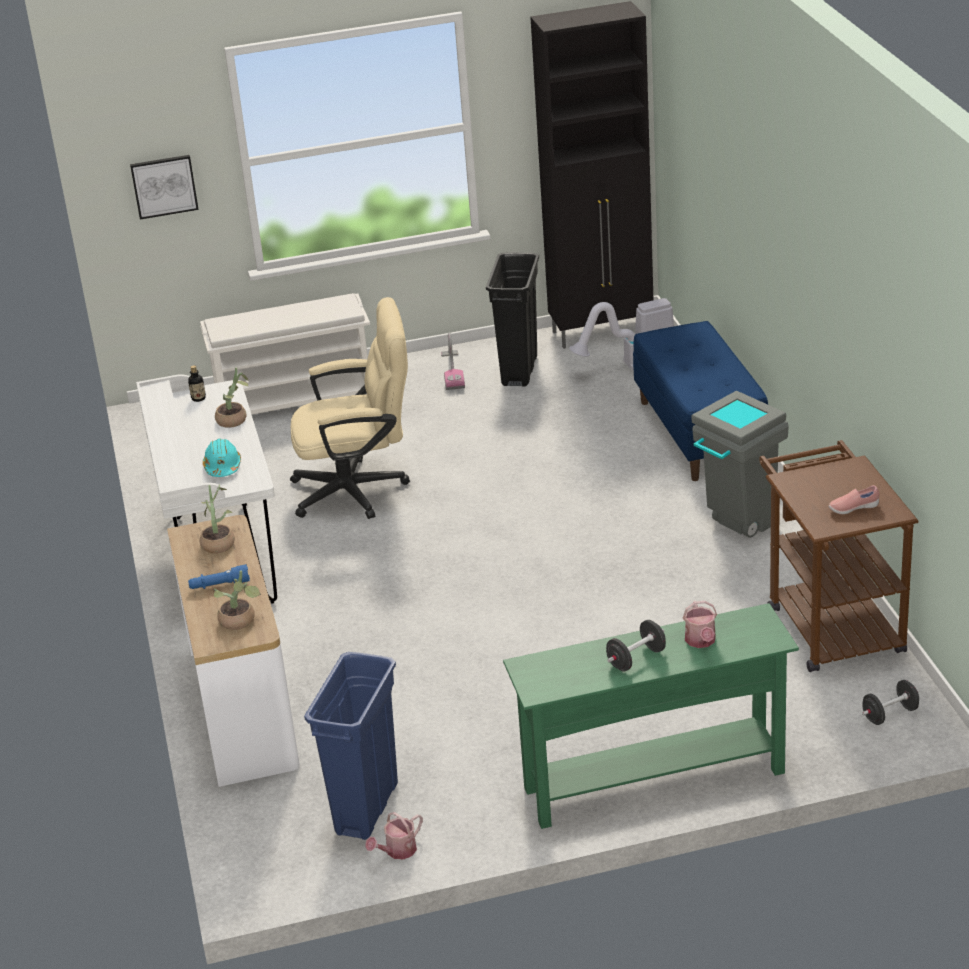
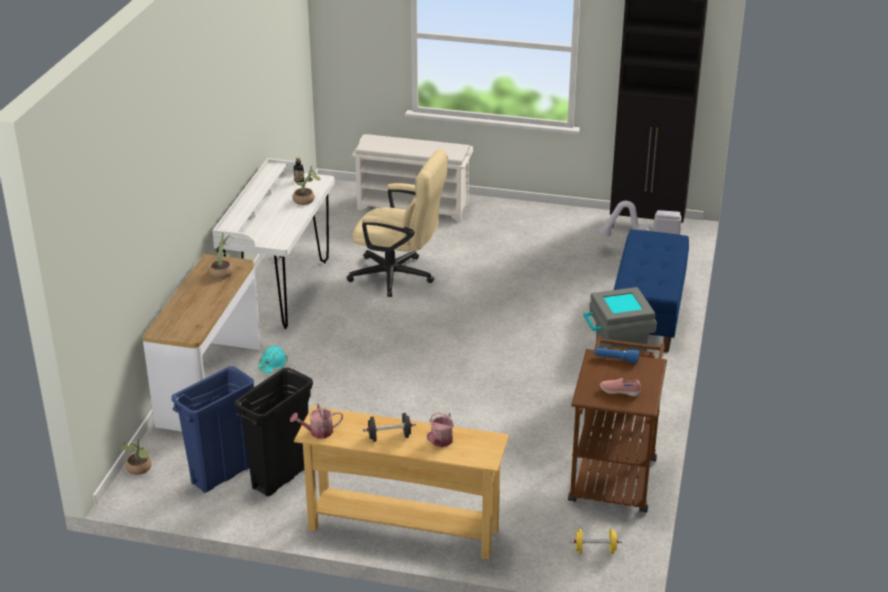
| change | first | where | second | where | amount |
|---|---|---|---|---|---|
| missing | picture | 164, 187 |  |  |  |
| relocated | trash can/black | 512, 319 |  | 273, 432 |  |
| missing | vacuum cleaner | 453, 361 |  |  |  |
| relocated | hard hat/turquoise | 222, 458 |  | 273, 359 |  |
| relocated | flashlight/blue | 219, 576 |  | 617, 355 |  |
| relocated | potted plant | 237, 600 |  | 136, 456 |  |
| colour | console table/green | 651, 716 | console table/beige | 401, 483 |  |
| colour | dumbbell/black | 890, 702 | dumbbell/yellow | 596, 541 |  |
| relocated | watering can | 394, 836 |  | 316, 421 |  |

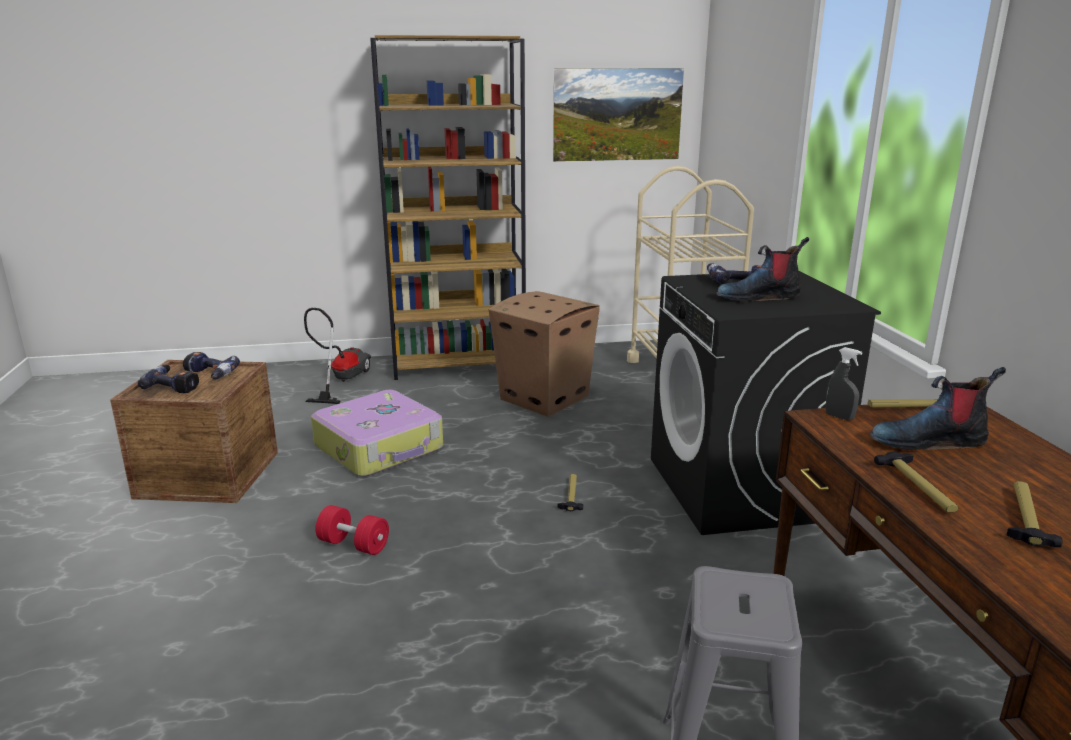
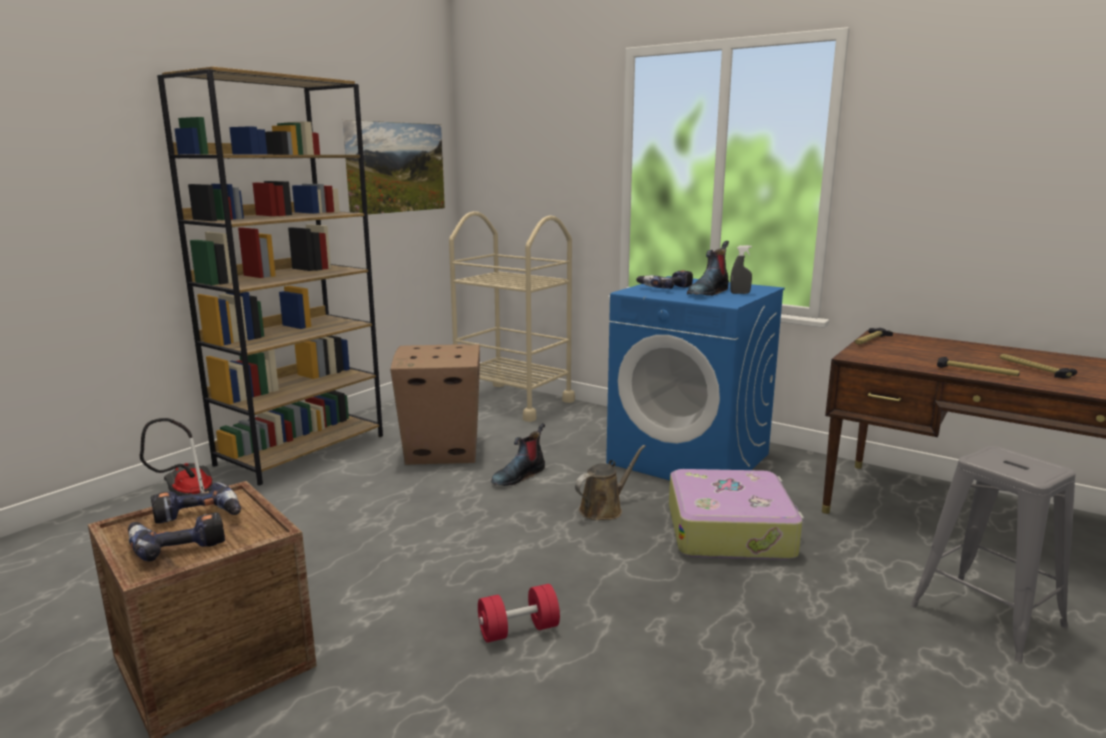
| change | first | where | second | where | amount |
|---|---|---|---|---|---|
| colour | washing machine/black | 766, 402 | washing machine/blue | 695, 378 |  |
| relocated | spray bottle/grey | 844, 384 |  | 741, 269 |  |
| relocated | boot | 938, 408 |  | 518, 454 |  |
| relocated | suitcase | 377, 433 |  | 736, 514 |  |
| exchanged | hammer | 570, 492 | watering can/brown | 610, 482 |  |

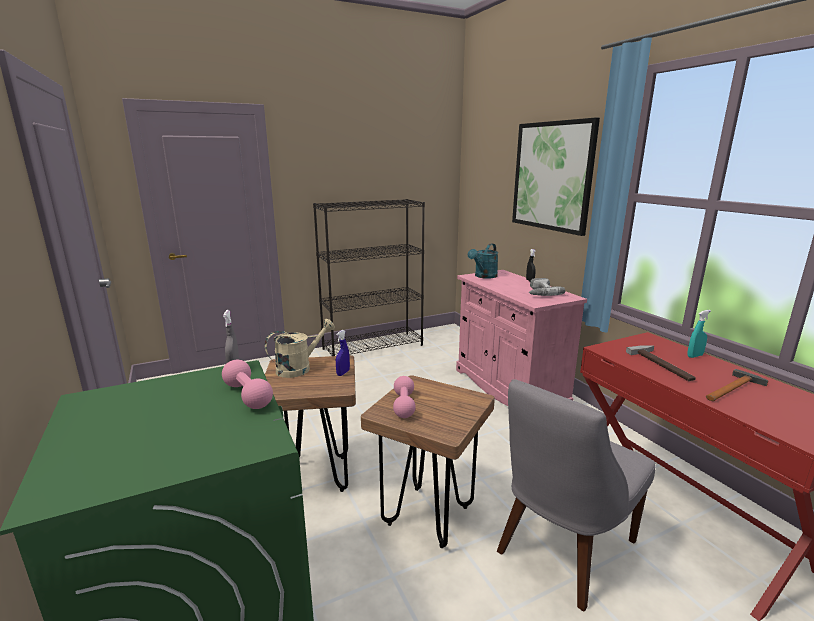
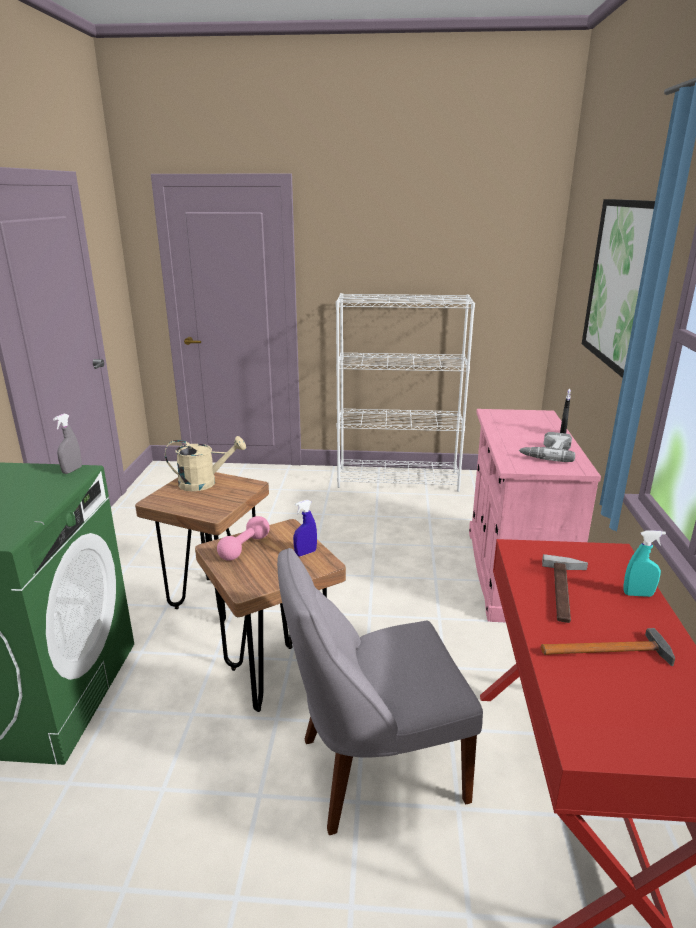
| change | first | where | second | where | amount |
|---|---|---|---|---|---|
| colour | bookcase/black | 369, 277 | bookcase/white | 405, 392 |  |
| missing | watering can/turquoise | 483, 261 |  |  |  |
| relocated | spray bottle/blue | 343, 353 |  | 305, 528 |  |
| missing | dumbbell/pink | 247, 384 |  |  |  |

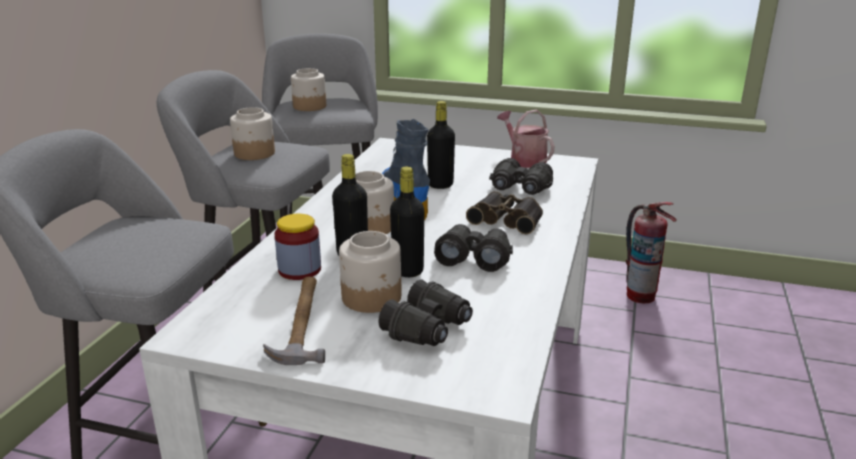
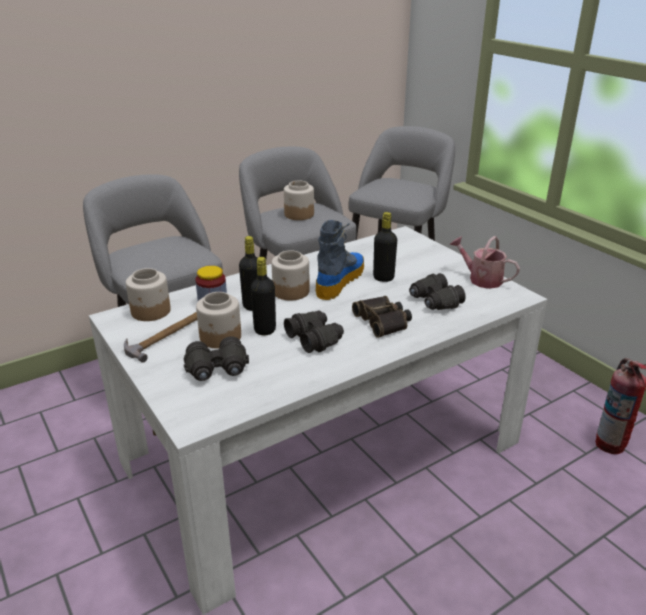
| change | first | where | second | where | amount |
|---|---|---|---|---|---|
| relocated | jar | 308, 89 |  | 148, 294 |  |
| spun | watering can | 526, 139 |  | 484, 262 | 60 degrees counterclockwise |

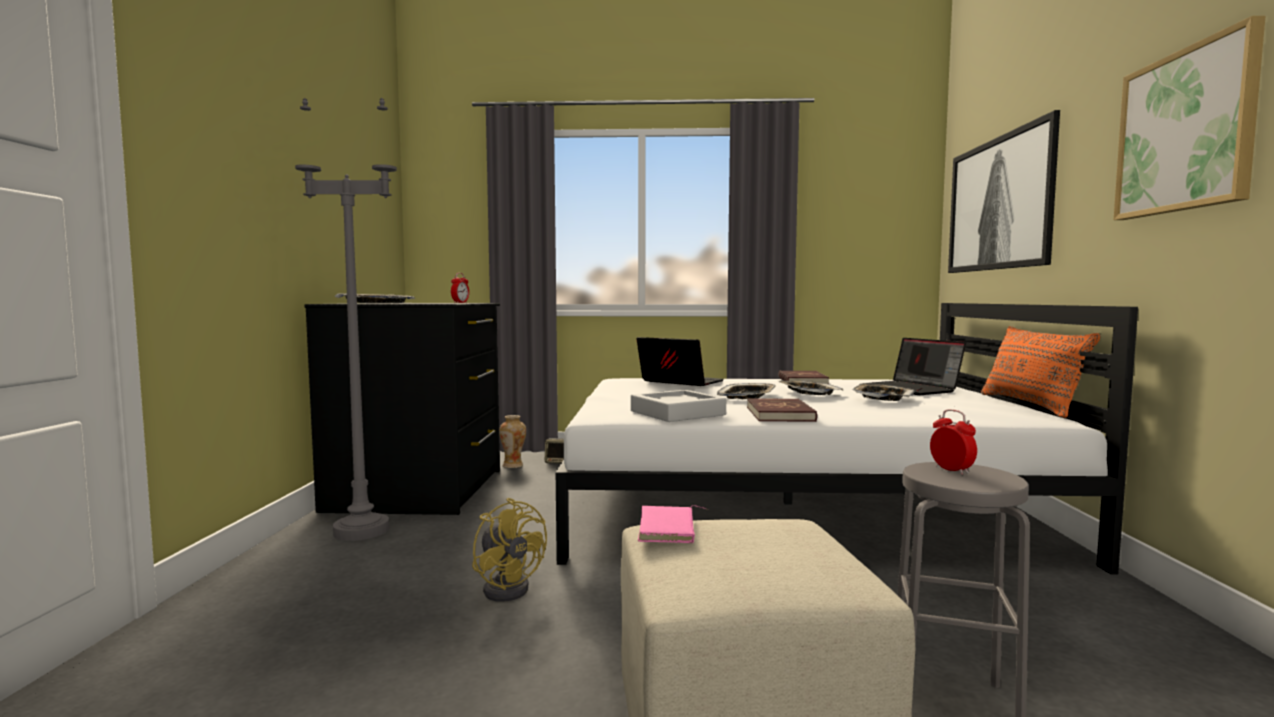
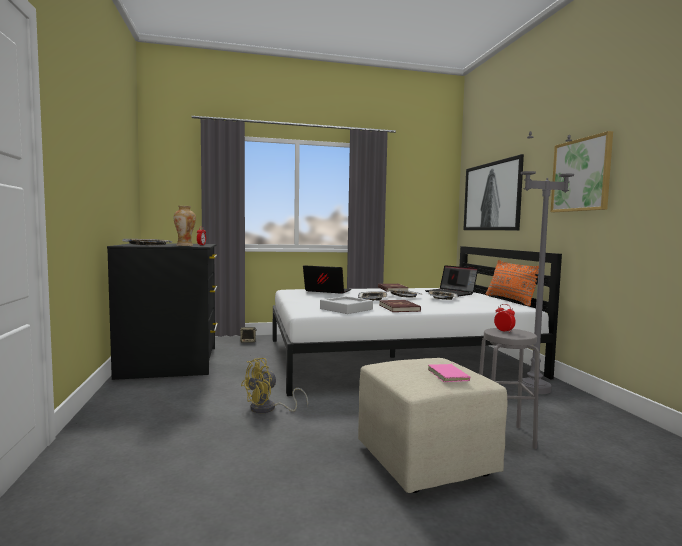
| change | first | where | second | where | amount |
|---|---|---|---|---|---|
| relocated | floor lamp/grey | 346, 319 |  | 547, 262 |  |
| relocated | vase | 512, 441 |  | 185, 226 |  |
| spun | fan/yellow | 509, 550 |  | 274, 385 | 105 degrees clockwise |
| relocated | book/pink | 673, 524 |  | 449, 372 |  |

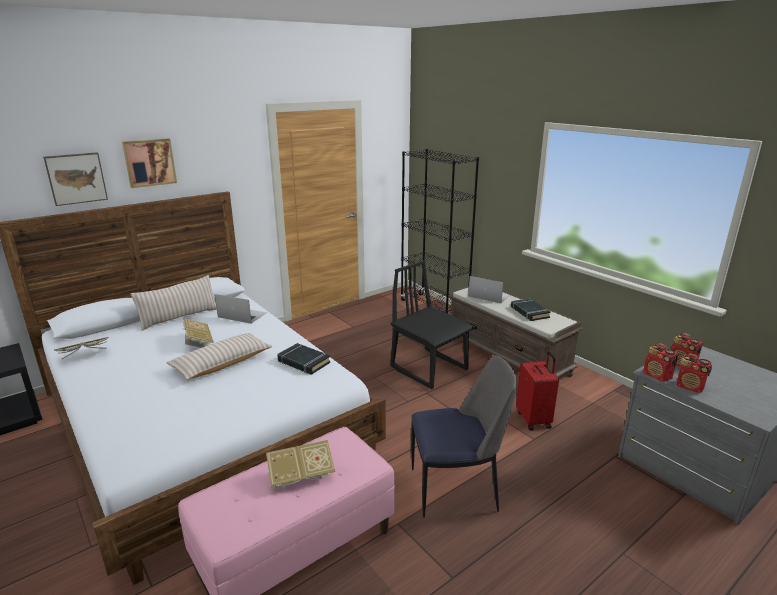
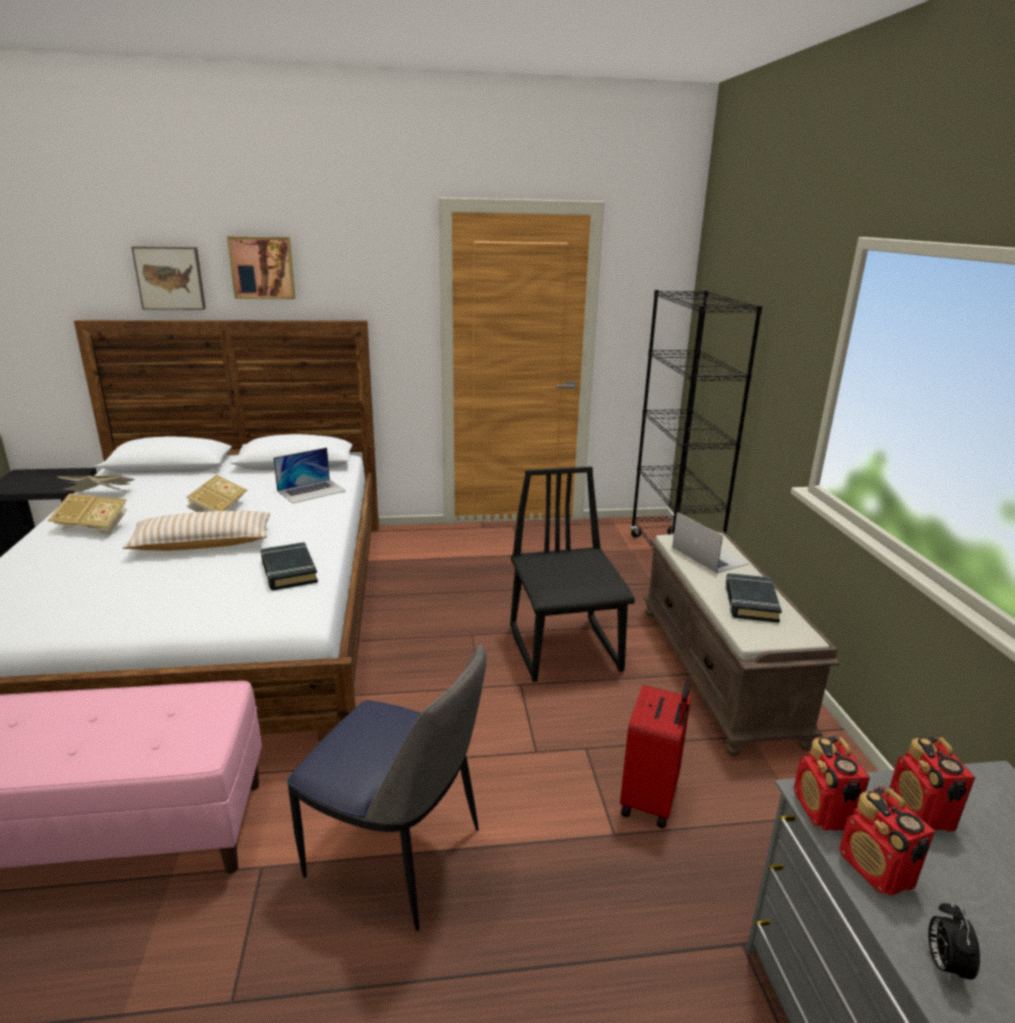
| change | first | where | second | where | amount |
|---|---|---|---|---|---|
| missing | pillow/beige | 173, 303 |  |  |  |
| spun | laptop | 240, 309 |  | 309, 476 | 90 degrees clockwise |
| relocated | book | 300, 464 |  | 88, 514 |  |
| appeared |  |  | alarm clock | 954, 943 |  |

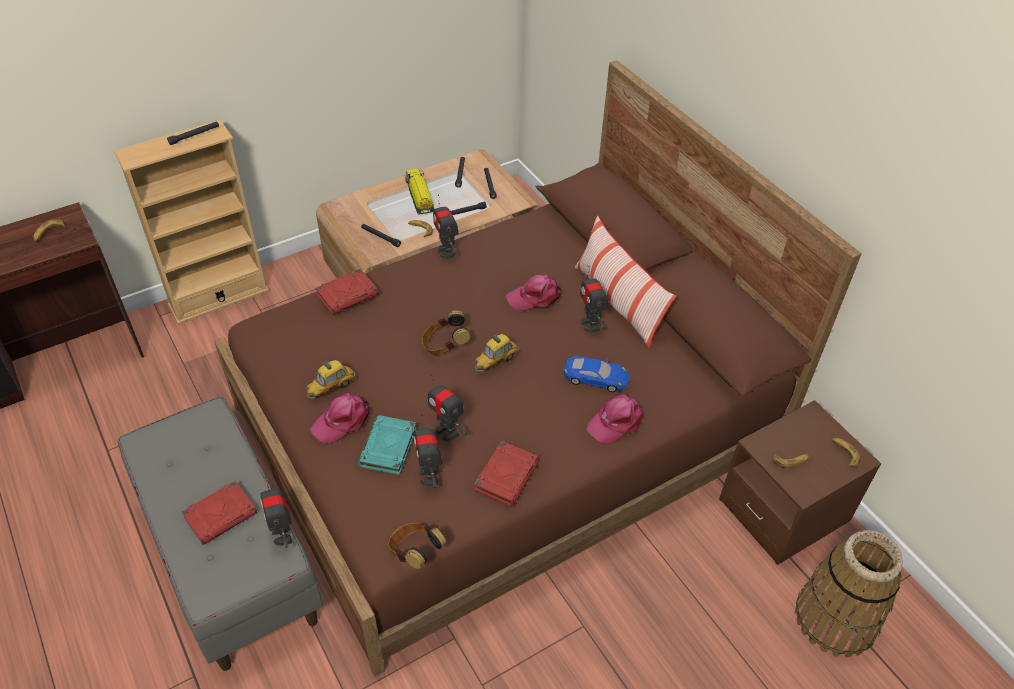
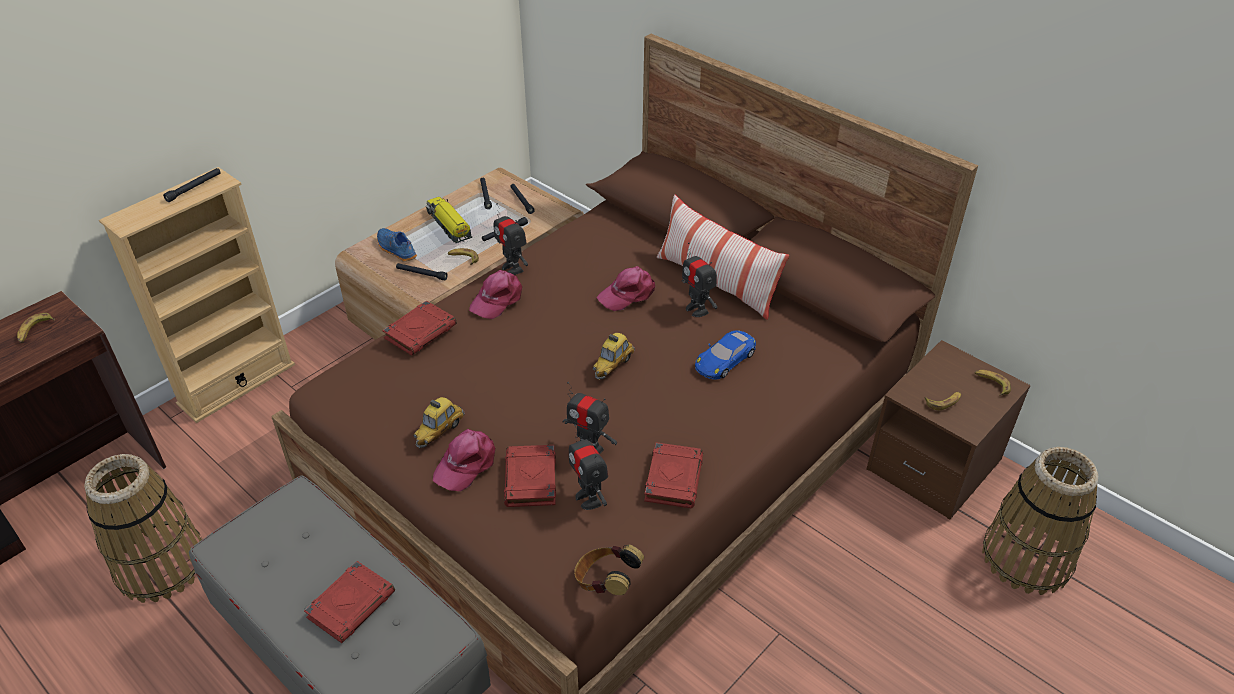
| change | first | where | second | where | amount |
|---|---|---|---|---|---|
| missing | headphones | 446, 332 |  |  |  |
| spun | toy car/blue | 596, 374 |  | 725, 355 | 135 degrees clockwise |
| relocated | cap/pink | 614, 419 |  | 495, 294 |  |
| colour | book/turquoise | 387, 445 | book/red | 530, 476 |  |
| missing | toy robot | 276, 512 |  |  |  |
| appeared |  |  | shoe/blue | 397, 245 |  |
| appeared |  |  | basket | 143, 528 |  |

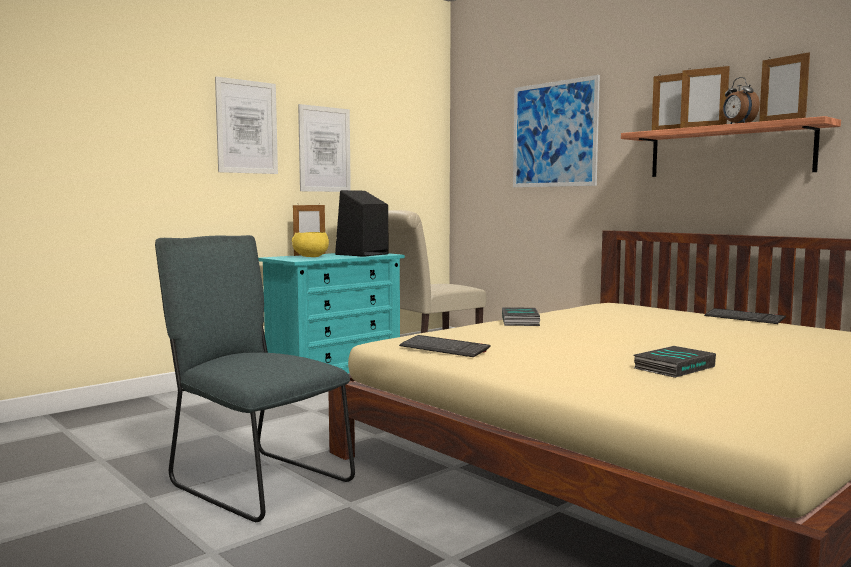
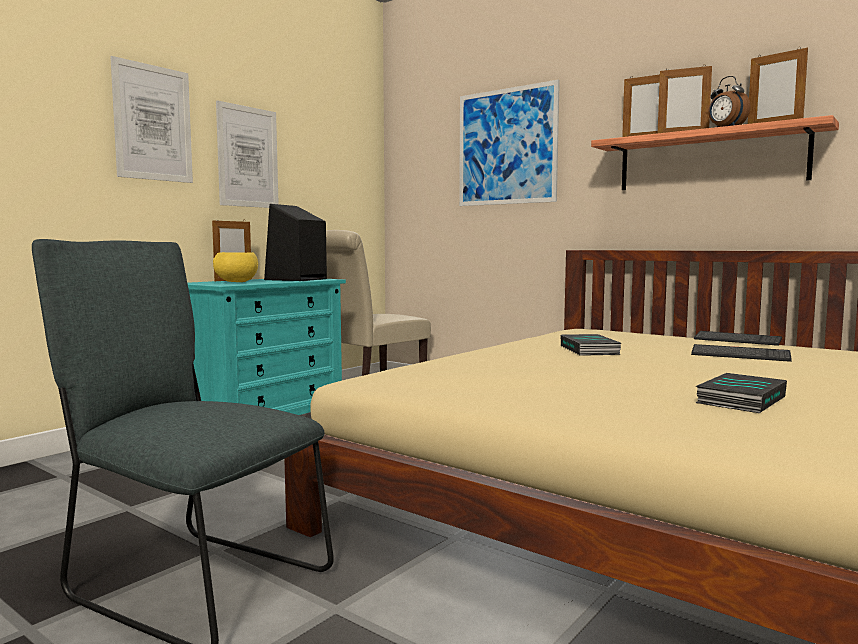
| change | first | where | second | where | amount |
|---|---|---|---|---|---|
| relocated | book | 521, 316 |  | 591, 345 |  |
| relocated | keyboard | 444, 346 |  | 741, 353 |  |

